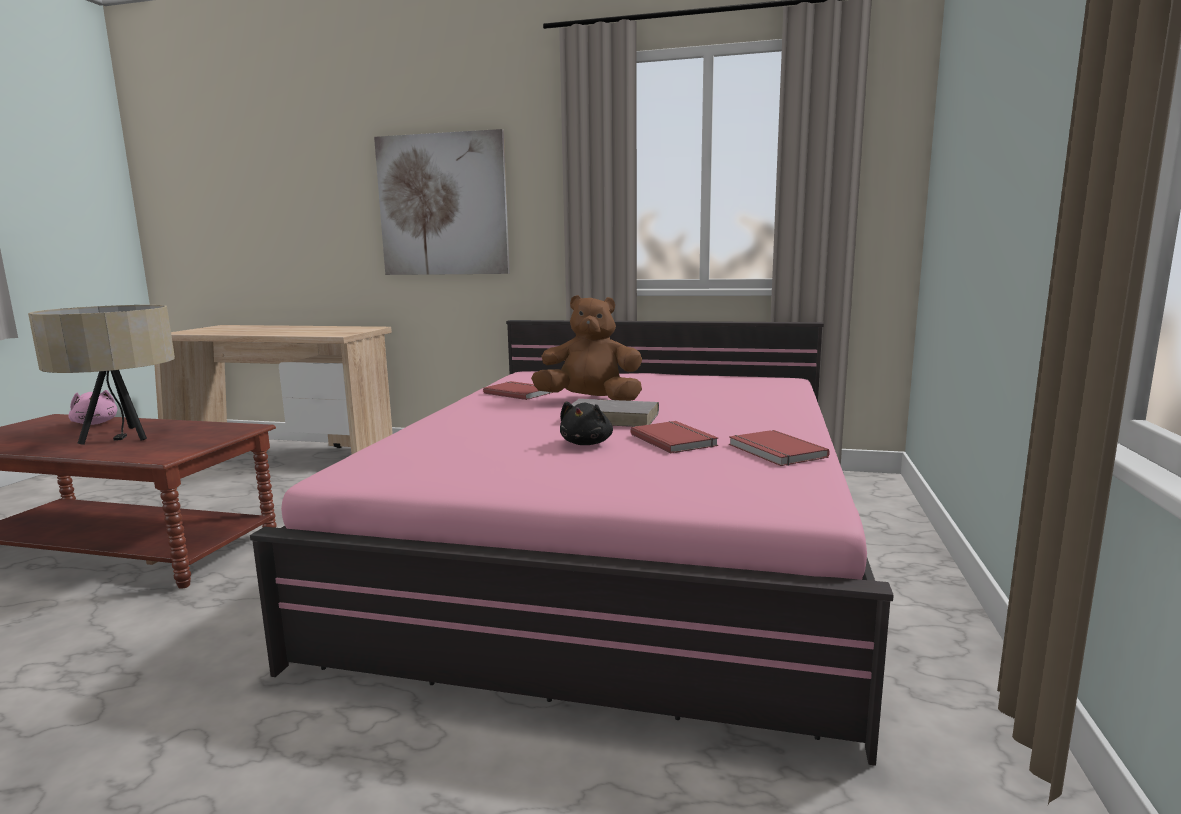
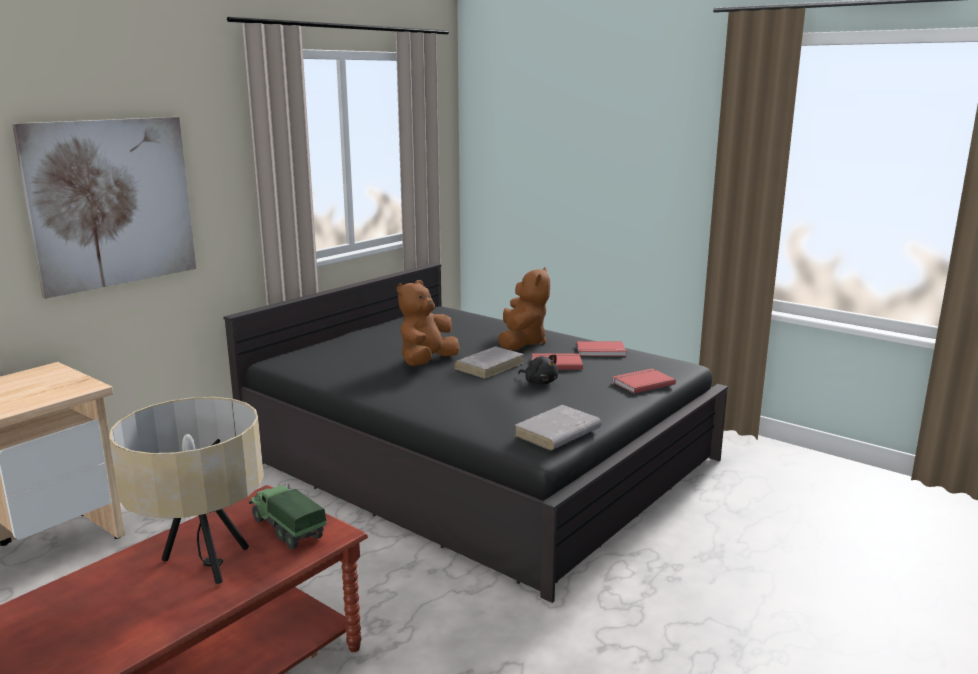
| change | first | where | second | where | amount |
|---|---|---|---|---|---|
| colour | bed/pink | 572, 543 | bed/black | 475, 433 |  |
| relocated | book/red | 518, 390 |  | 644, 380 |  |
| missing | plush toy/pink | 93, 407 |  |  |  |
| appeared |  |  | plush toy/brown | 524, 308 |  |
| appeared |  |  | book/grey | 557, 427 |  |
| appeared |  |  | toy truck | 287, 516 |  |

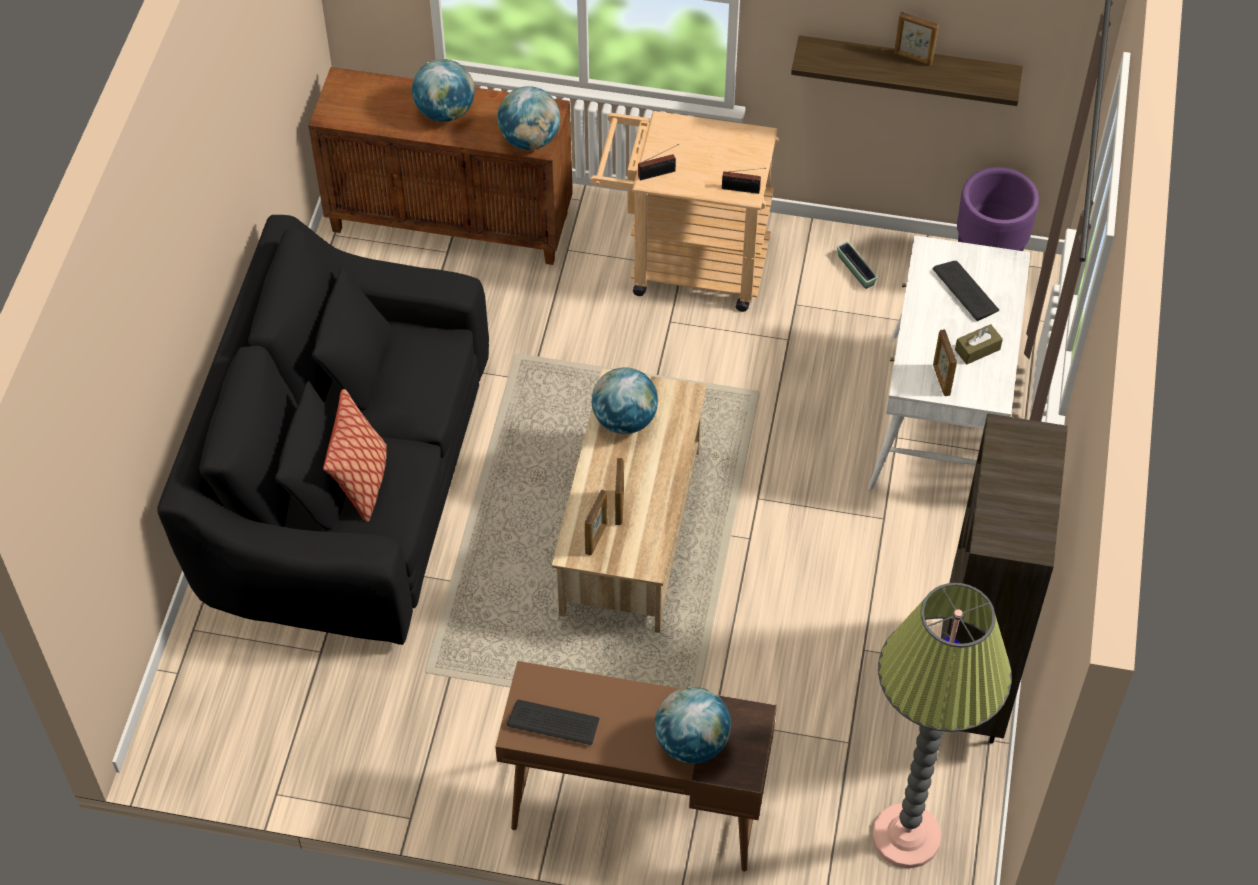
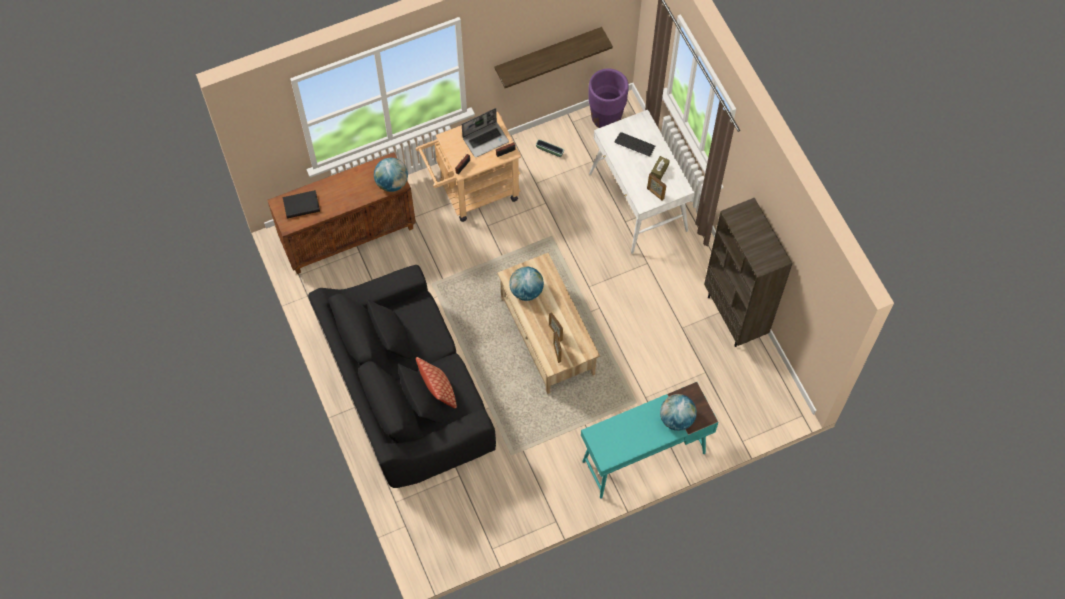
| change | first | where | second | where | amount |
|---|---|---|---|---|---|
| missing | picture frame | 916, 38 |  |  |  |
| missing | globe | 443, 90 |  |  |  |
| missing | floor lamp | 942, 725 |  |  |  |
| colour | desk/brown | 636, 766 | desk/turquoise | 649, 440 |  |
| missing | keyboard | 553, 722 |  |  |  |
| appeared |  |  | laptop | 485, 133 |  |
| appeared |  |  | book/black | 301, 204 |  |

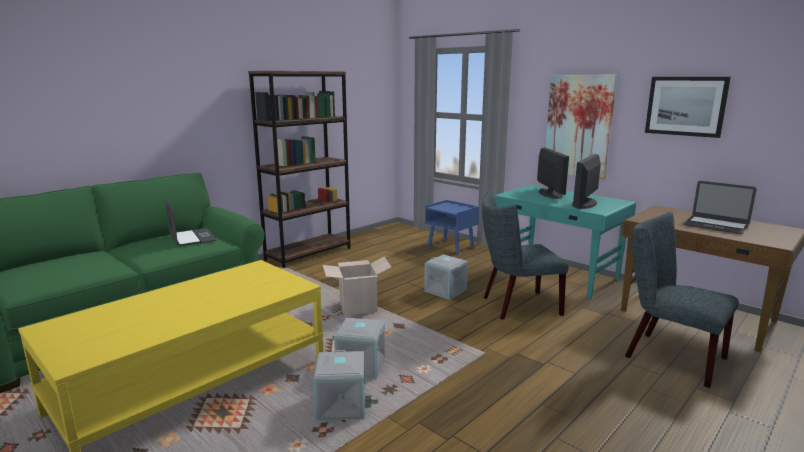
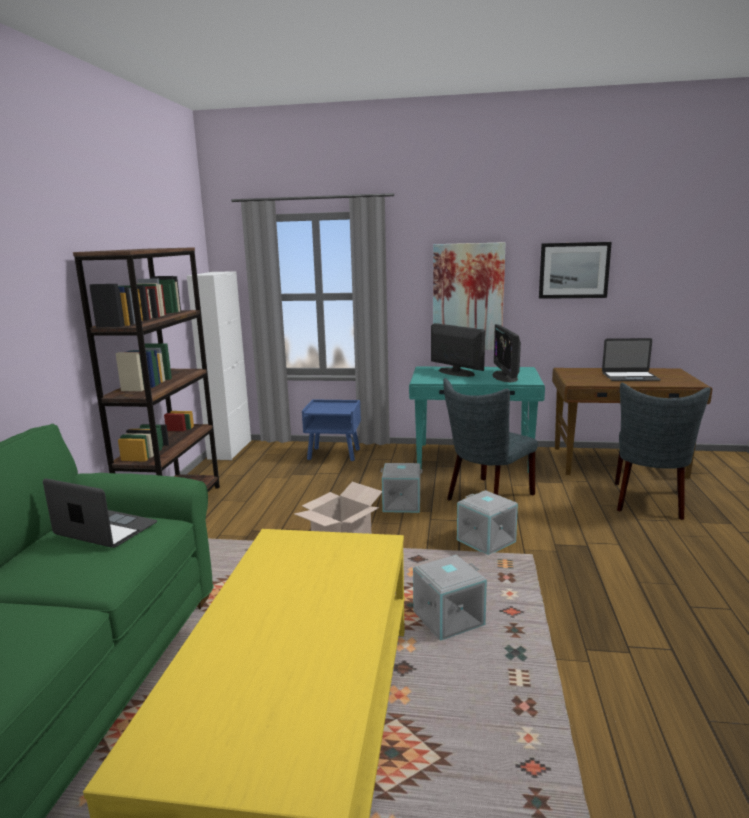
| change | first | where | second | where | amount |
|---|---|---|---|---|---|
| spun | chair/grey | 682, 300 |  | 662, 451 | 75 degrees counterclockwise |
| relocated | storage box/grey | 339, 385 |  | 487, 522 |  |
| appeared |  |  | cabinet/white | 219, 365 |  |

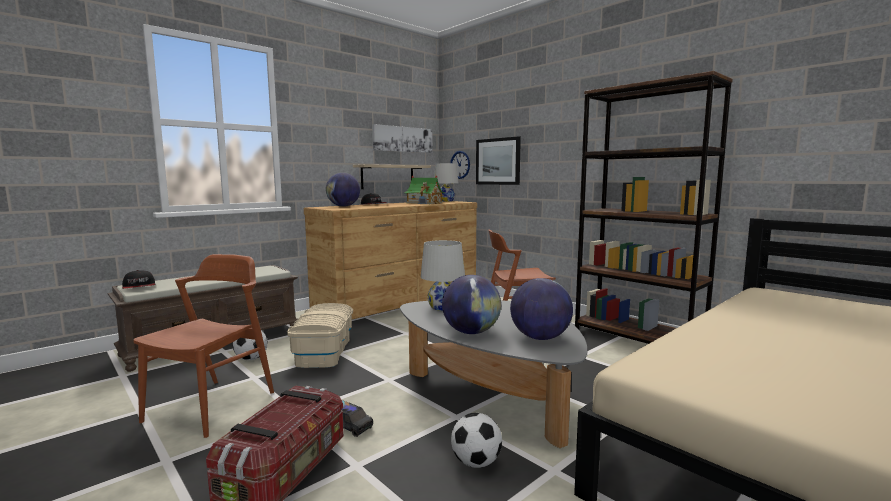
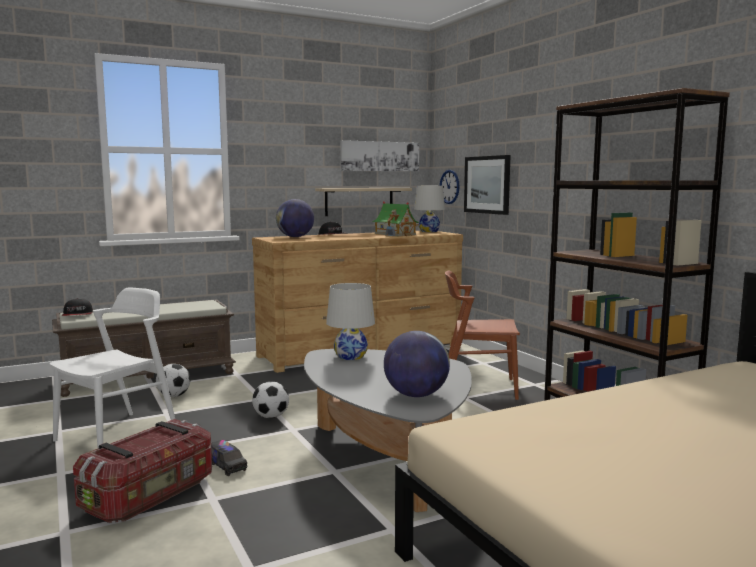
| change | first | where | second | where | amount |
|---|---|---|---|---|---|
| colour | chair/brown | 204, 346 | chair/white | 112, 367 |  |
| missing | globe | 471, 304 |  |  |  |
| missing | storage box/beige | 320, 335 |  |  |  |
| relocated | football | 476, 440 |  | 270, 399 |  |

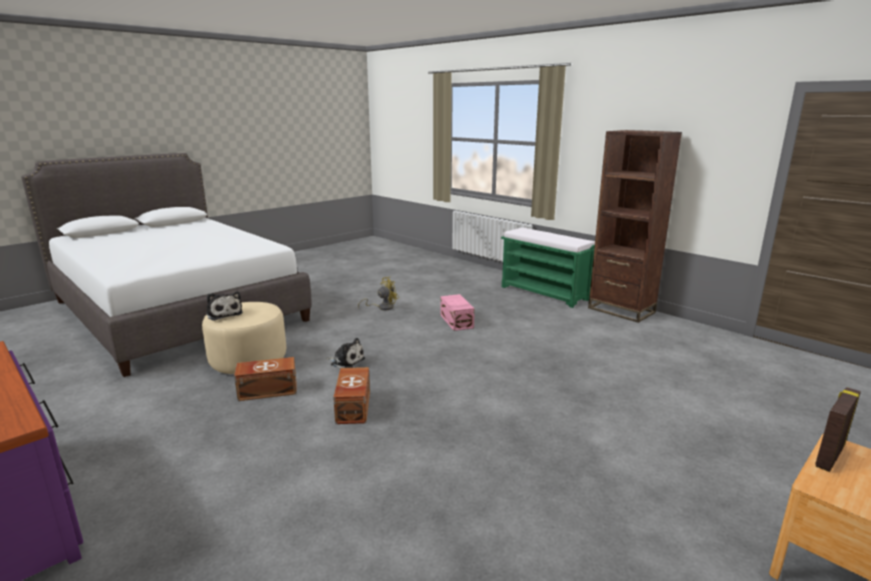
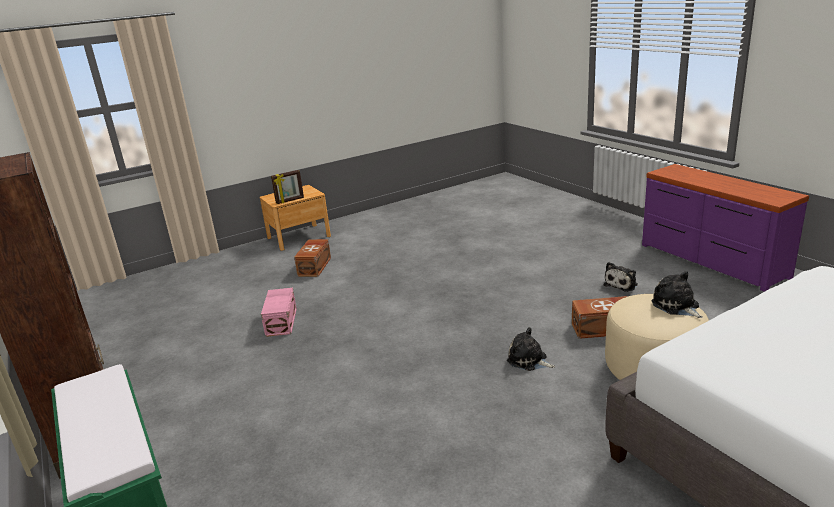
| change | first | where | second | where | amount |
|---|---|---|---|---|---|
| missing | fan/yellow | 378, 293 |  |  |  |
| relocated | storage box/pink | 457, 312 |  | 279, 312 |  |
| relocated | storage box/brown | 351, 395 |  | 312, 258 |  |
| appeared |  |  | plush toy | 620, 277 |  |

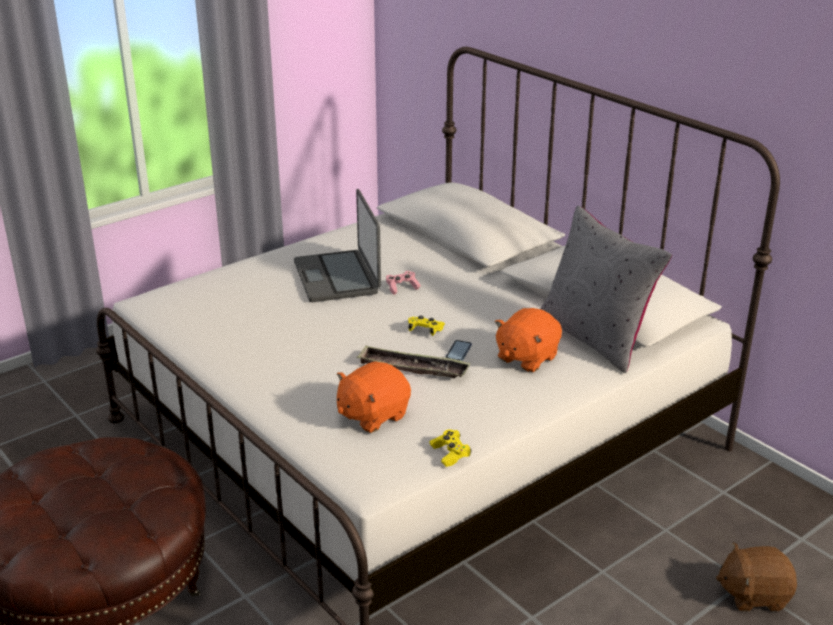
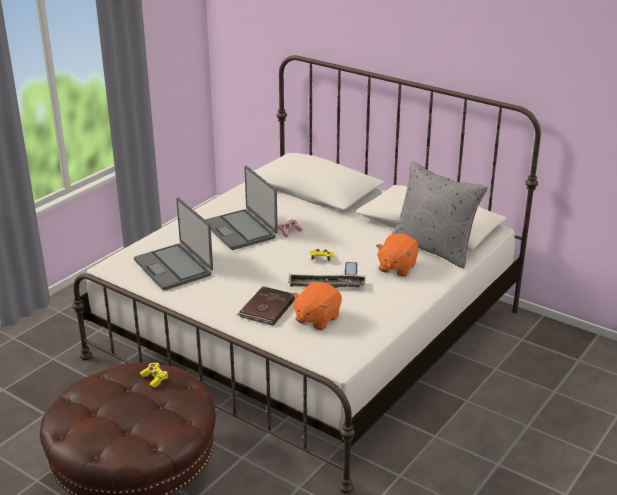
| change | first | where | second | where | amount |
|---|---|---|---|---|---|
| relocated | game controller/yellow | 451, 448 |  | 154, 375 |  |
| missing | plush toy/brown | 756, 576 |  |  |  |
| appeared |  |  | laptop | 173, 244 |  |
| appeared |  |  | book/brown | 266, 306 |  |

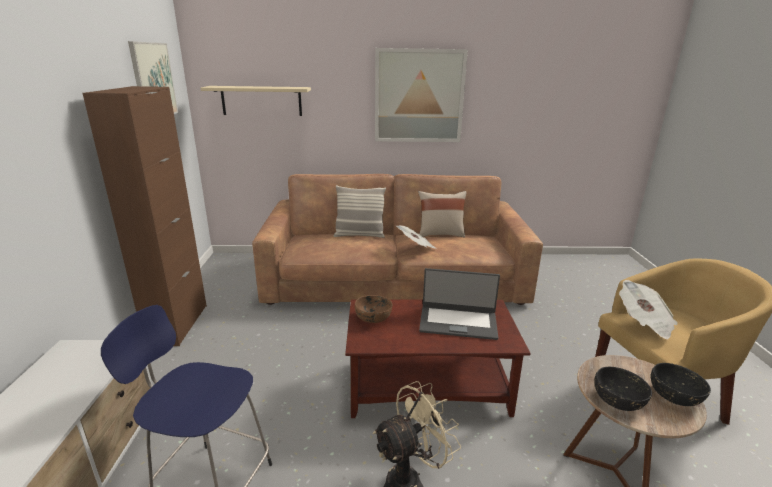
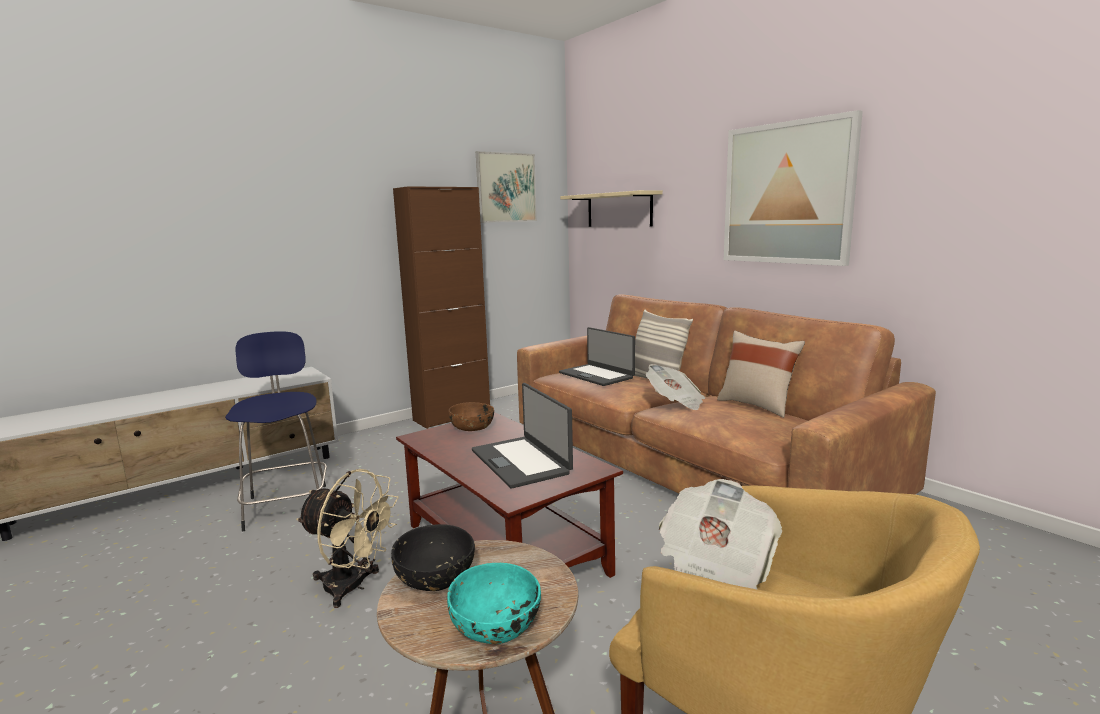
| change | first | where | second | where | amount |
|---|---|---|---|---|---|
| colour | bowl/black | 681, 384 | bowl/turquoise | 494, 603 |  |
| appeared |  |  | laptop | 597, 356 |  |

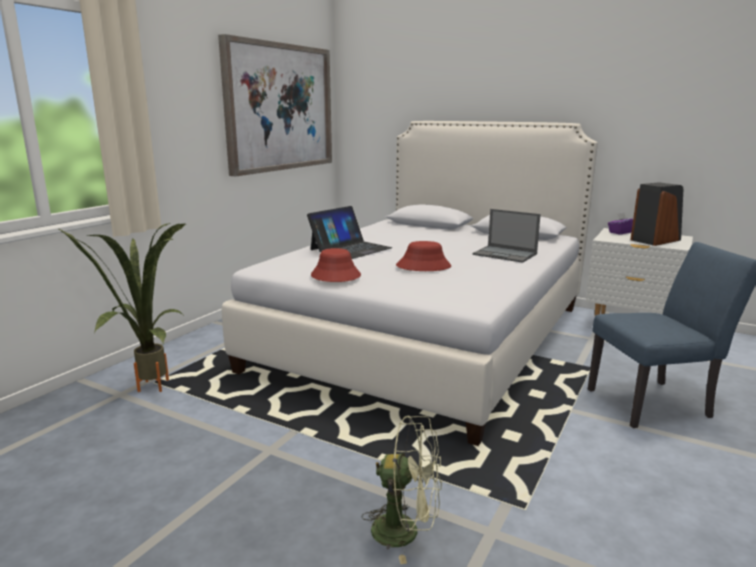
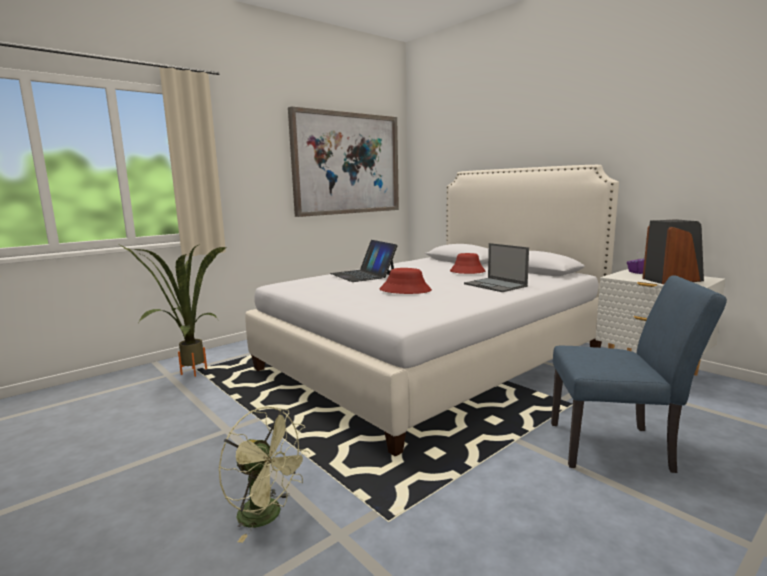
| change | first | where | second | where | amount |
|---|---|---|---|---|---|
| spun | laptop | 349, 232 |  | 364, 261 | 90 degrees clockwise |
| relocated | hat/red | 336, 265 |  | 467, 263 |  |

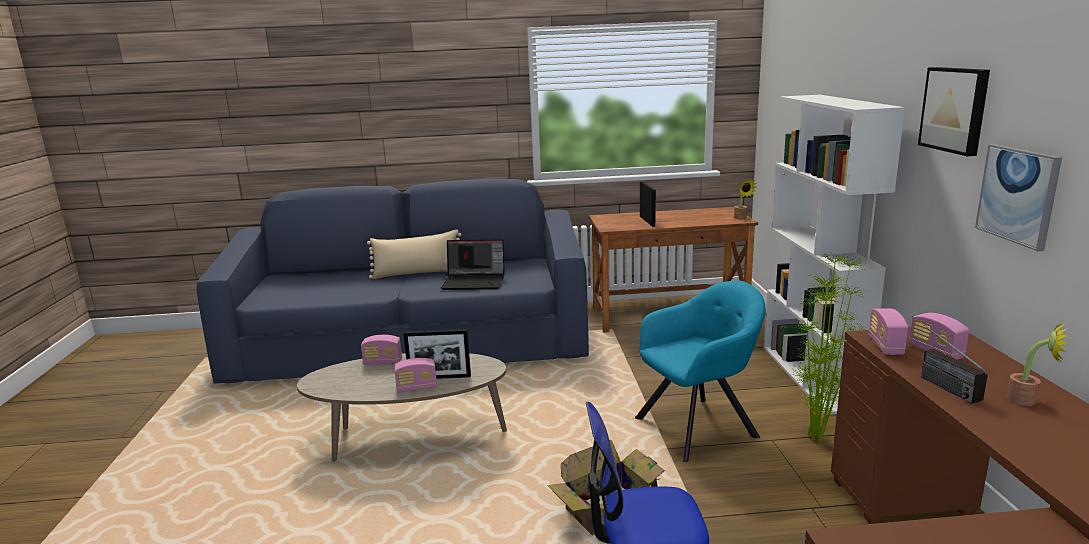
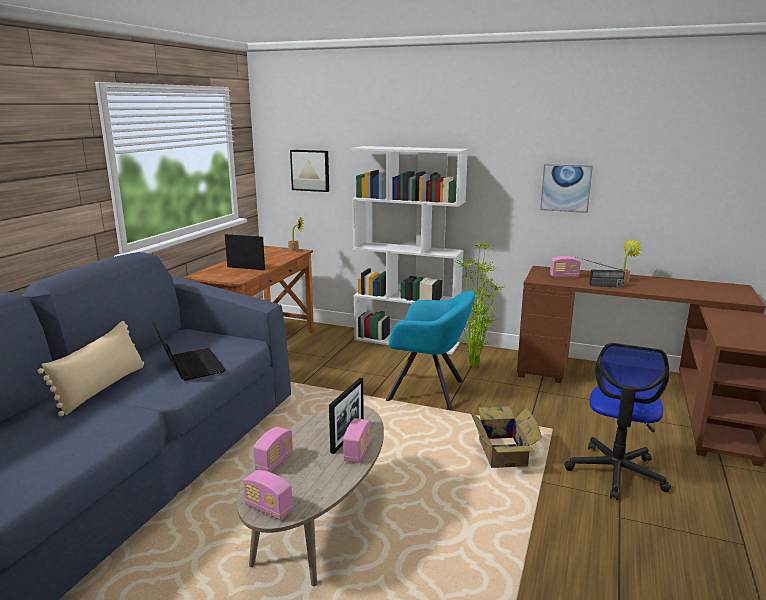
| change | first | where | second | where | amount |
|---|---|---|---|---|---|
| relocated | picture | 954, 111 |  | 309, 171 |  |
| spun | laptop | 473, 264 |  | 189, 351 | 60 degrees counterclockwise |
| spun | armchair/turquoise | 700, 371 |  | 430, 351 | 105 degrees clockwise |
| relocated | radio | 888, 332 |  | 268, 495 |  |

